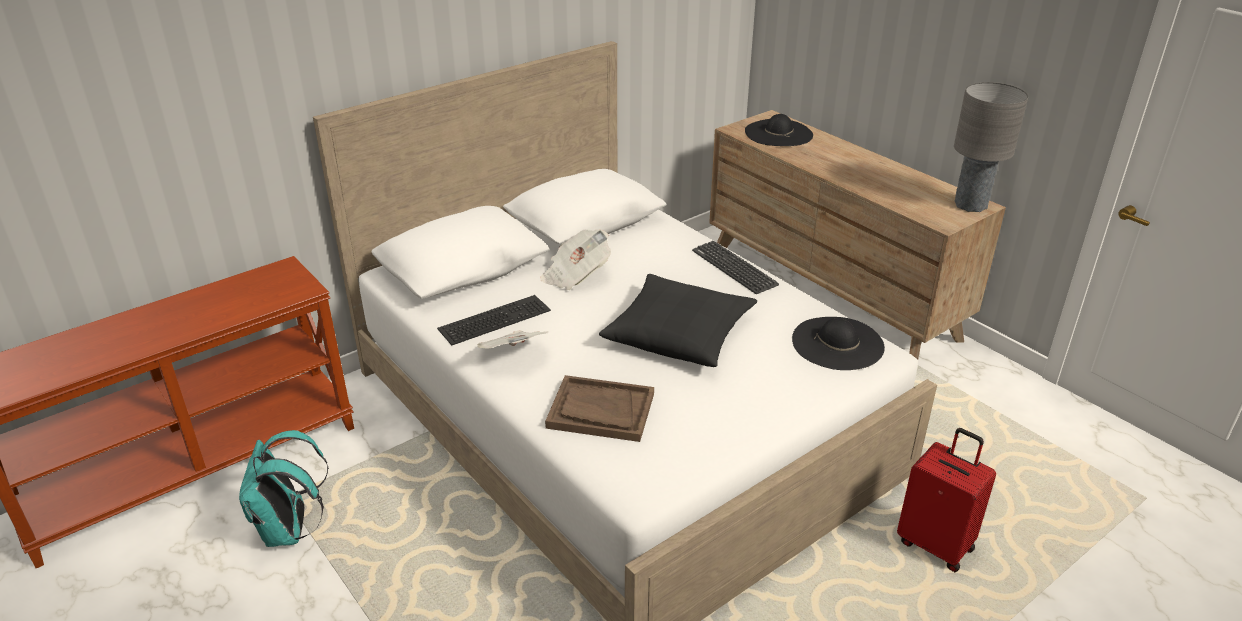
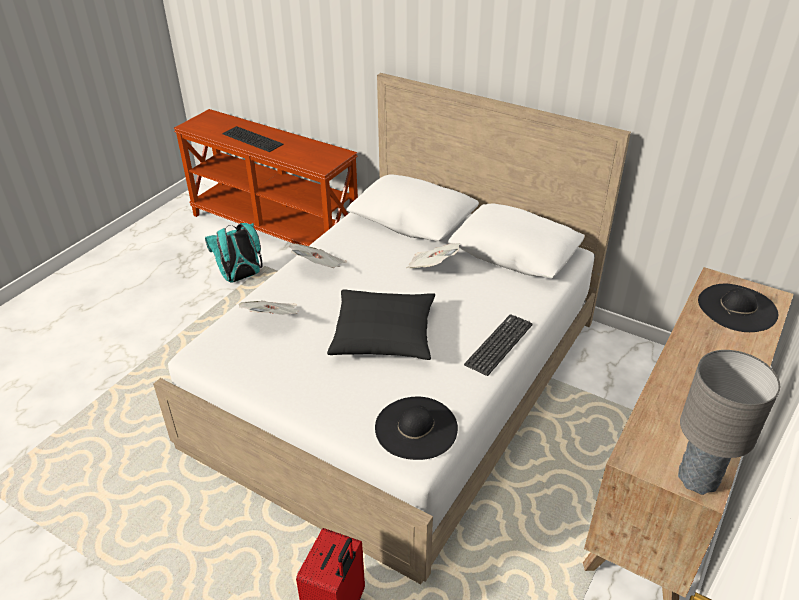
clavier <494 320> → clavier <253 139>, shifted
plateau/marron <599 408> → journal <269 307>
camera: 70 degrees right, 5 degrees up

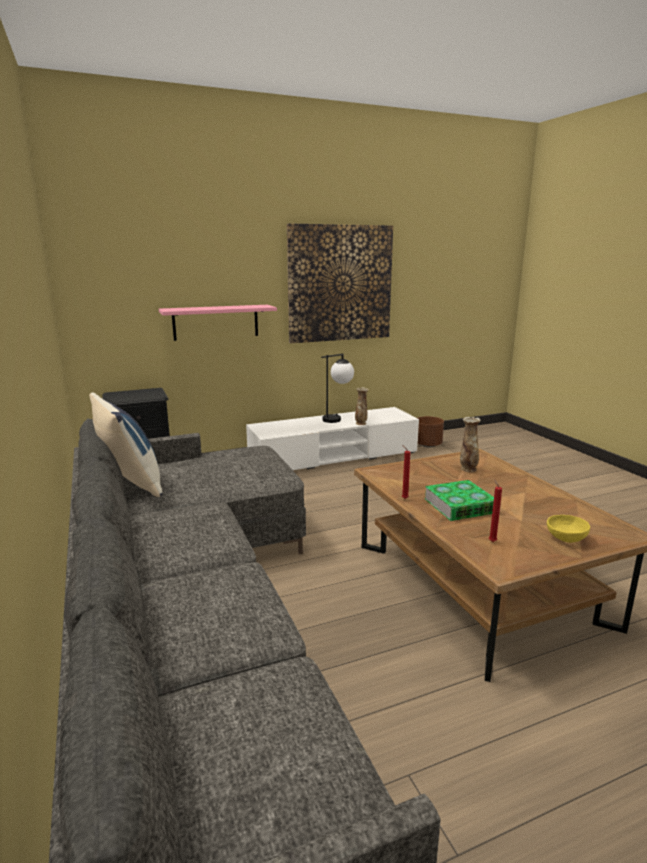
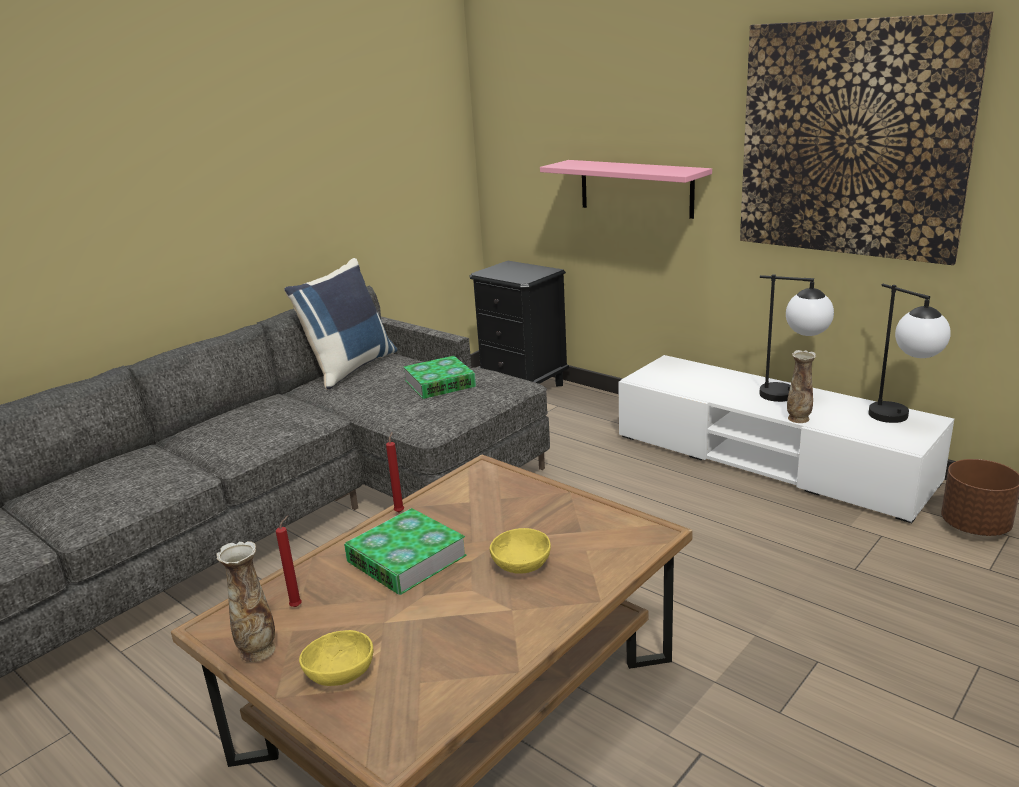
- → livre <439 377>
- → bol/jaune <520 551>
- → lampe de table <909 353>
vase <470 444> → vase <246 601>, shifted
camera: 65 degrees right, 5 degrees up

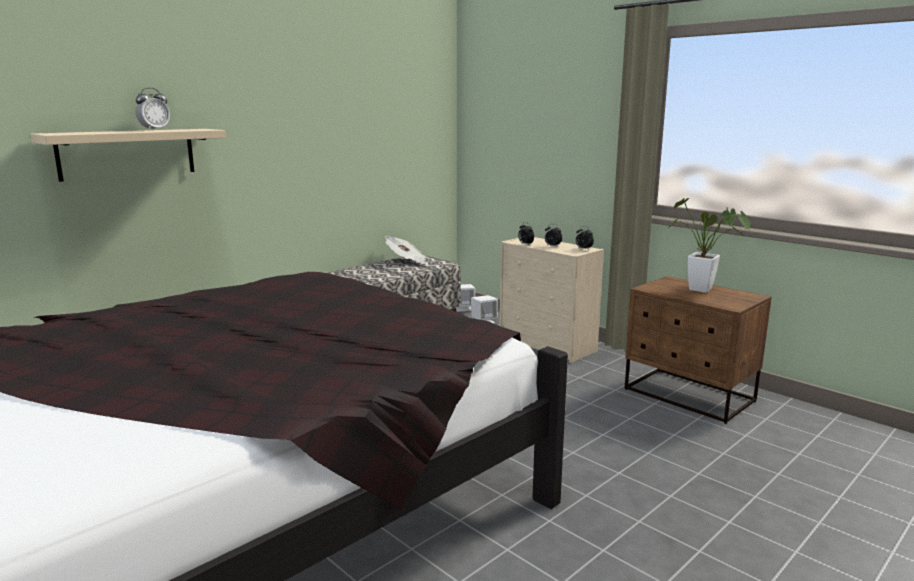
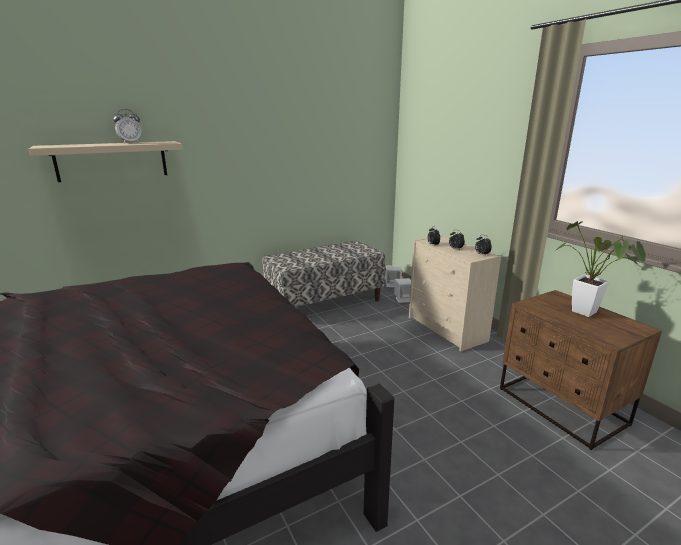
journal <405 250> → -
camera: 15 degrees right, 5 degrees up

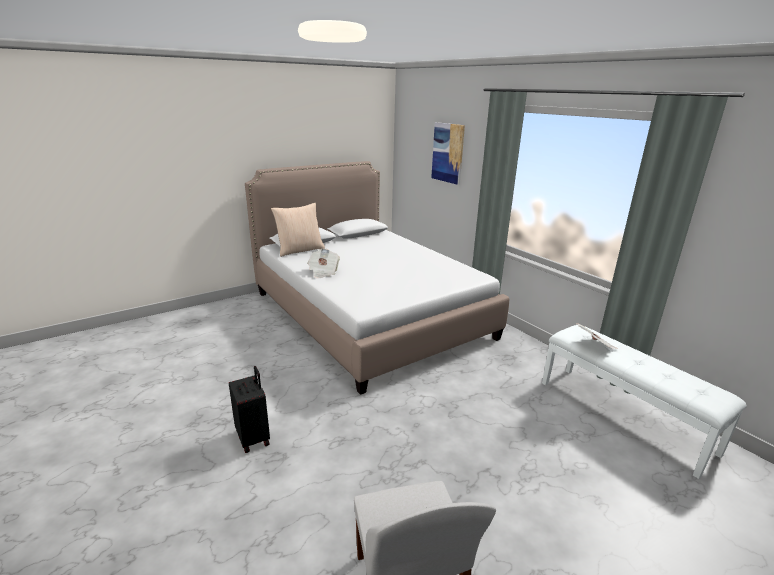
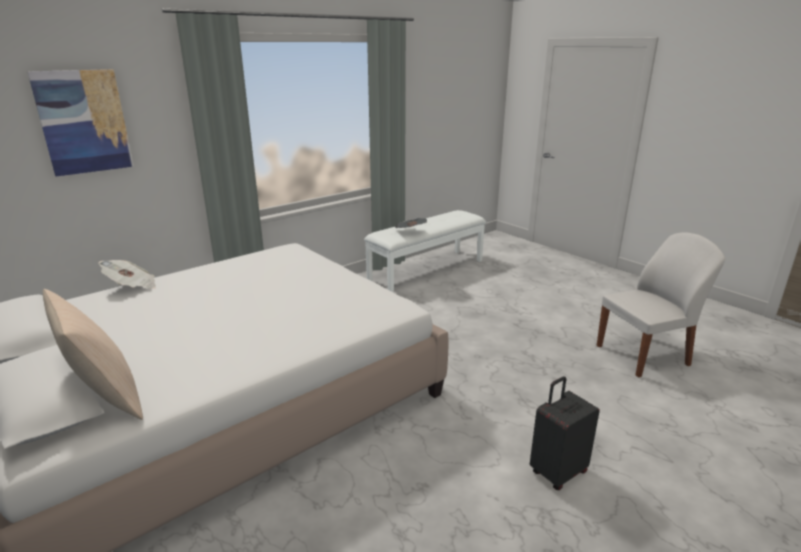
journal <323 263> → journal <127 274>, shifted
camera: 95 degrees left, 0 degrees up

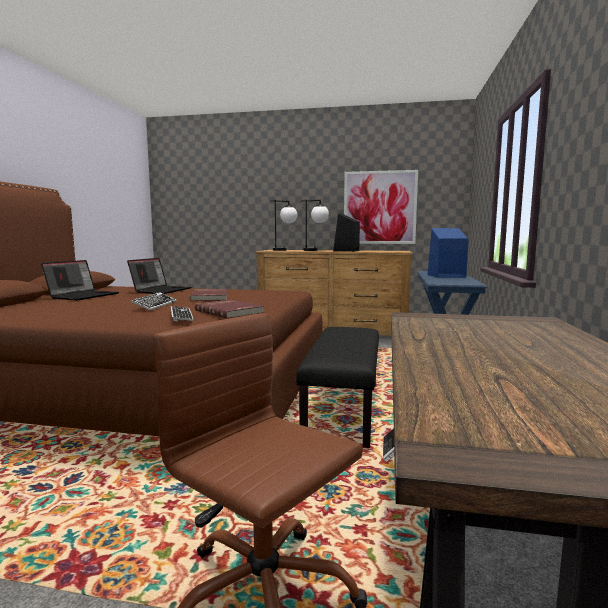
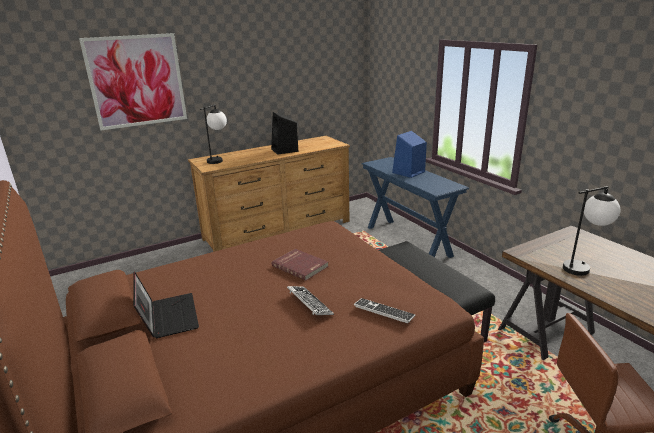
ordinateur portable <159 276> → -
livre/rouge <229 309> → -
lampe de table <315 225> → lampe de table <591 231>, shifted
tableau <381 207> → tableau <133 81>, shifted
camera: 40 degrees left, 15 degrees up

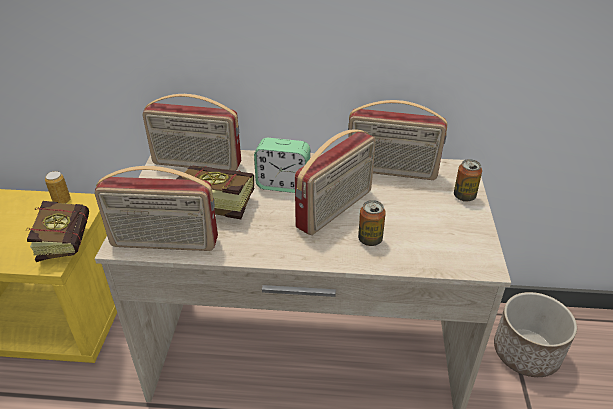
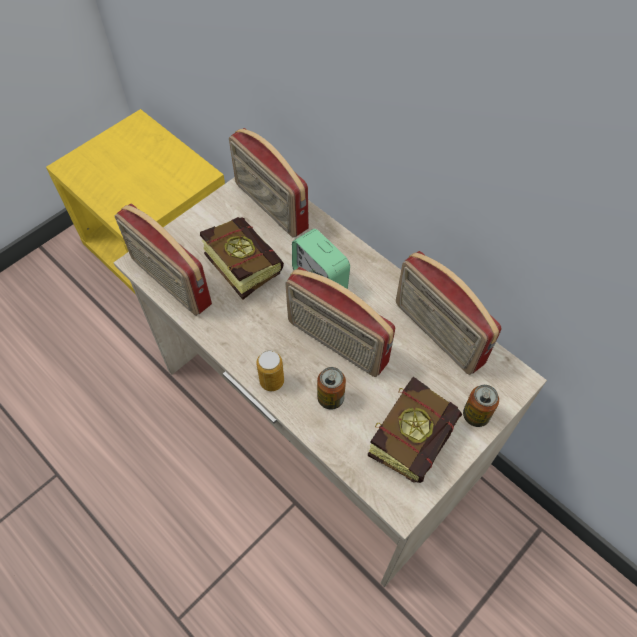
cache-pot <535 334> → -
livre <57 231> → livre <415 430>, shifted
boîte métallique <58 187> → boîte métallique <270 370>, shifted
radio <335 182> → radio <340 322>, 45 degrees clockwise
camera: 40 degrees right, 20 degrees up

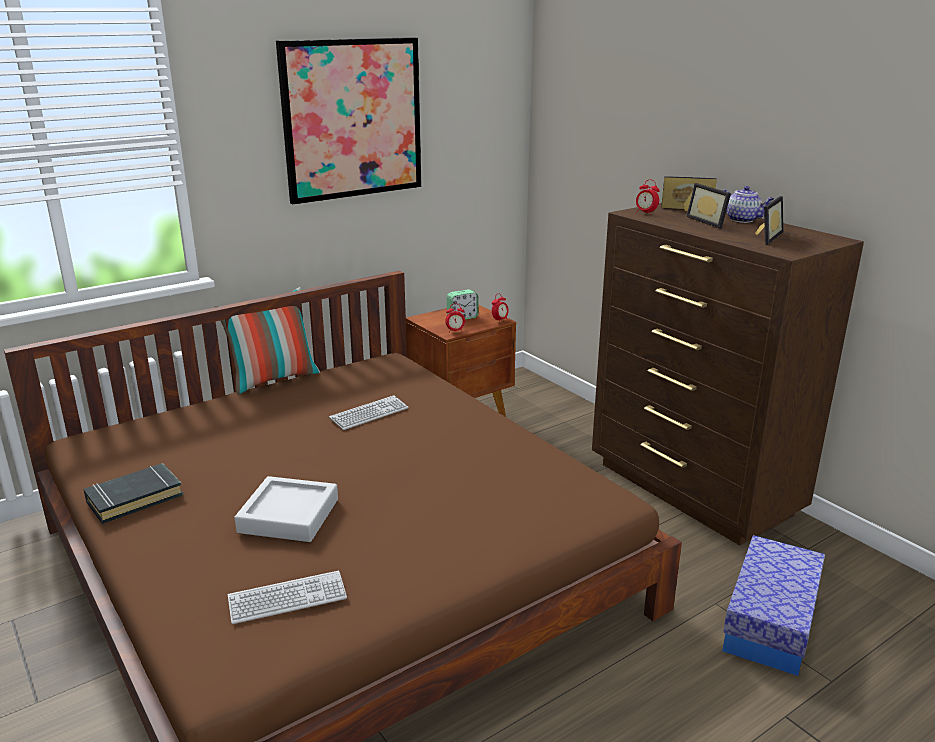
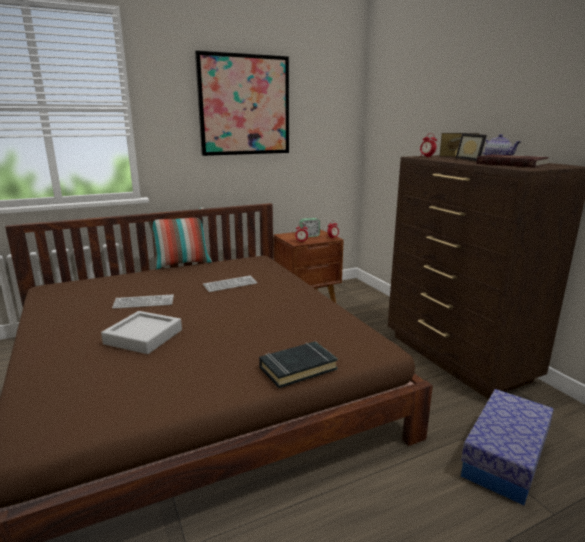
livre/noir <133 493> → livre/noir <298 364>, shifted
clavier <287 597> → clavier <143 301>, shifted
cadre photo <769 220> → livre/rouge <513 161>
camera: 10 degrees right, 5 degrees down

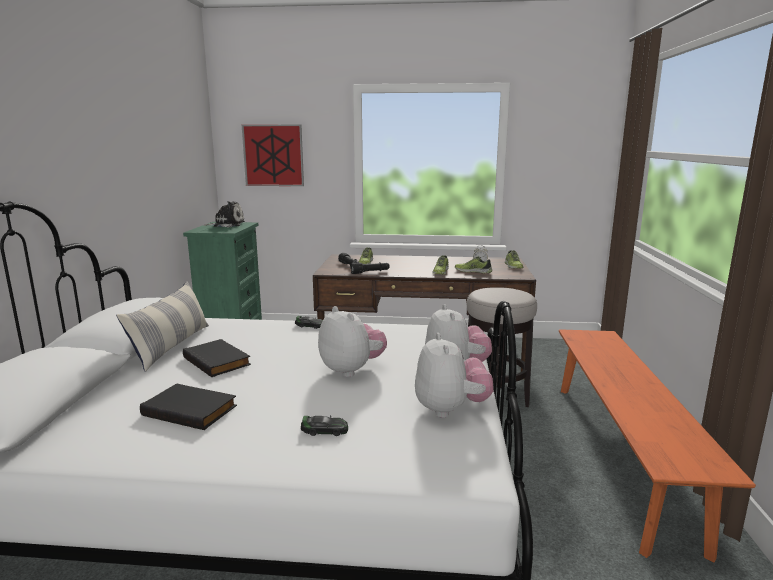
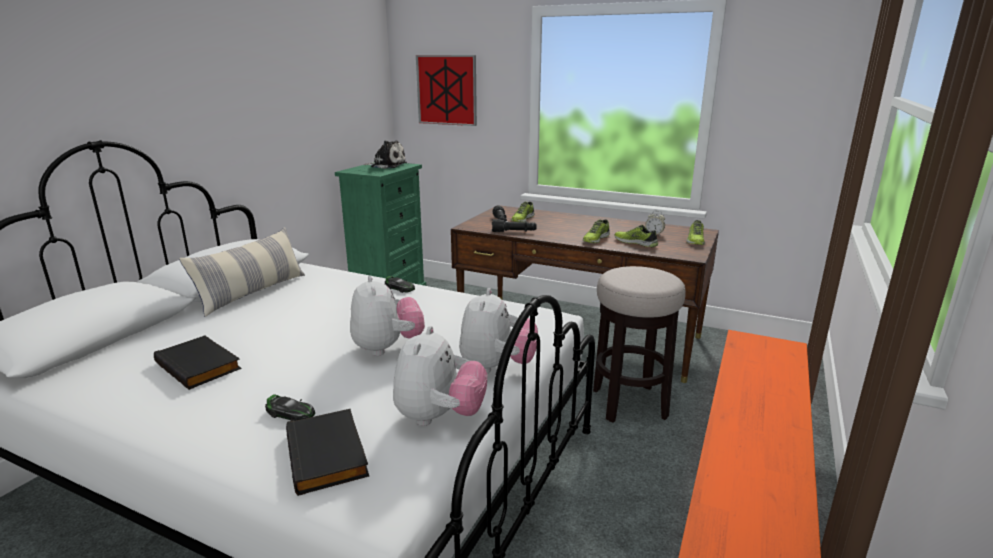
livre/noir <217 358> → livre/noir <327 452>, shifted
camera: 20 degrees right, 5 degrees up

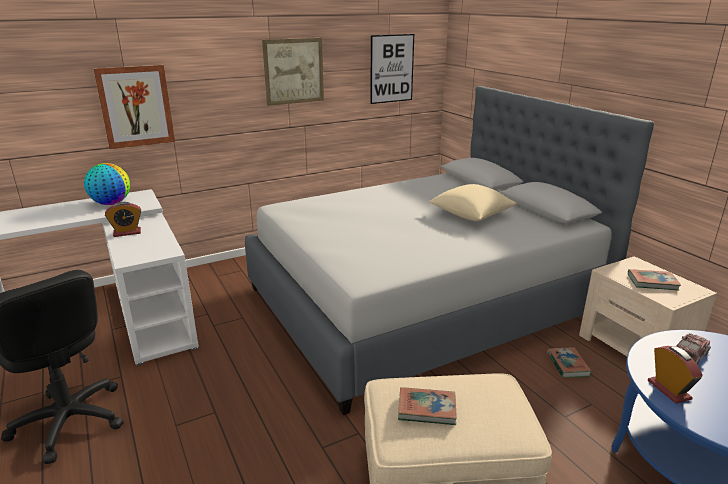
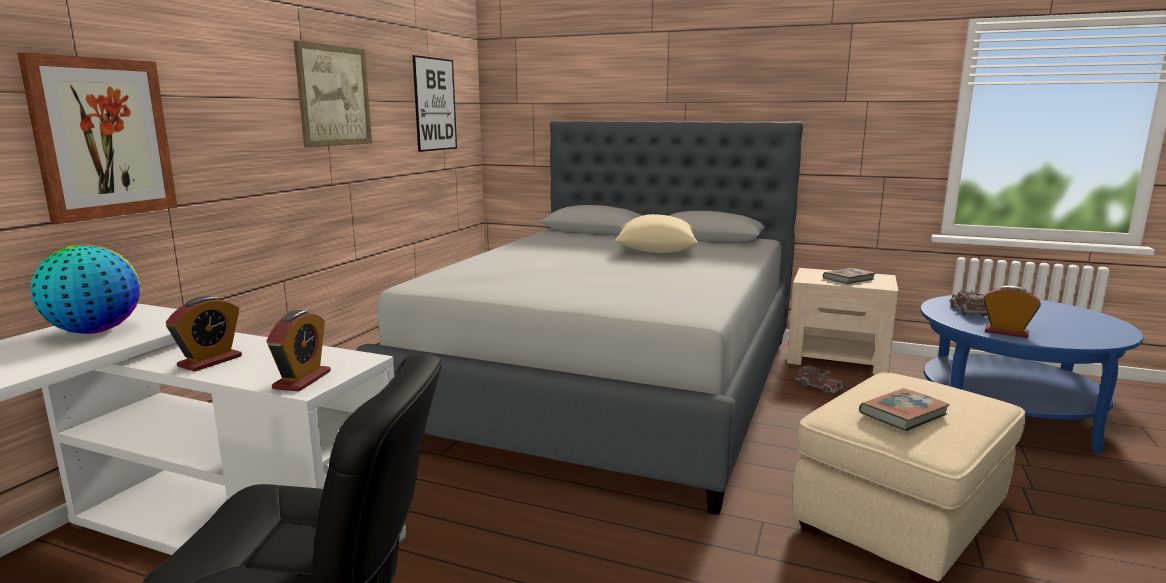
- → réveil <298 351>
livre <569 363> → camion jouet <819 379>
camera: 40 degrees left, 10 degrees down

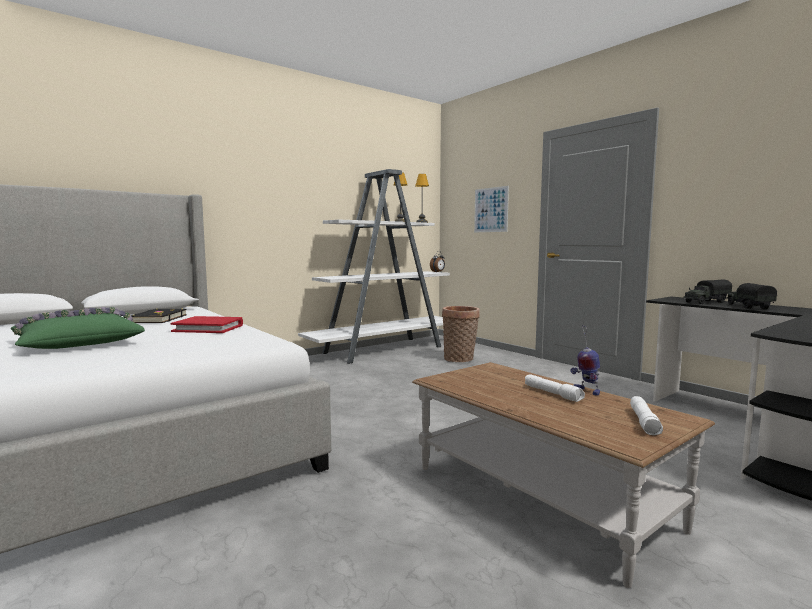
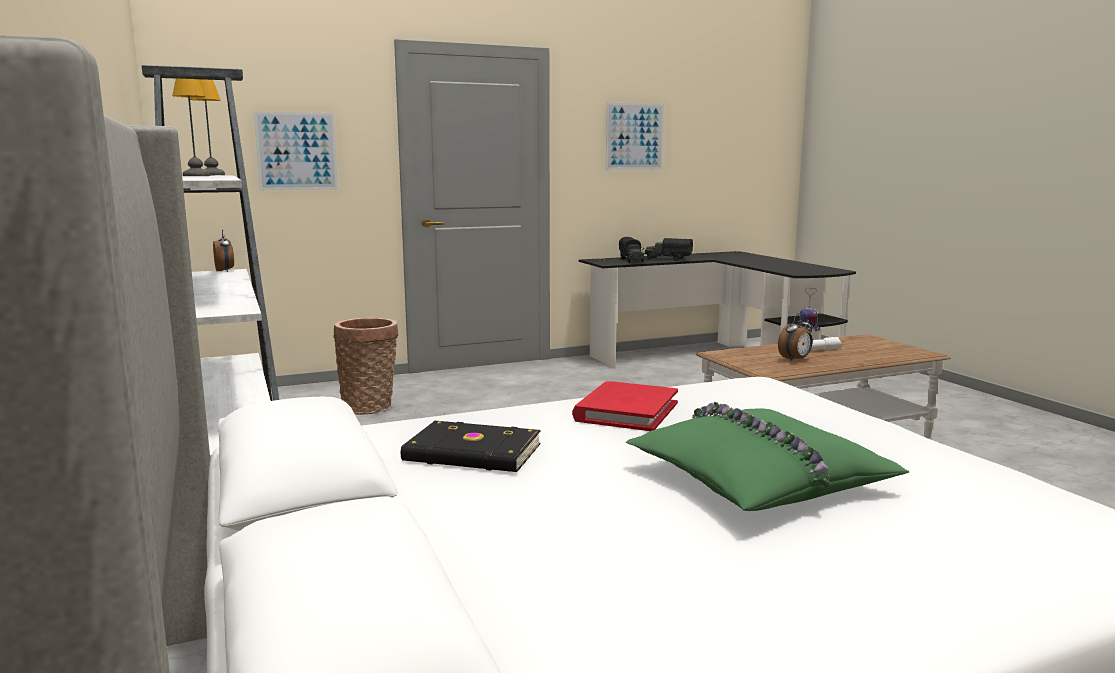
lampe de poche/blanc <646 415> → -
- → tableau <635 136>
- → réveil <795 337>
camera: 75 degrees left, 5 degrees up

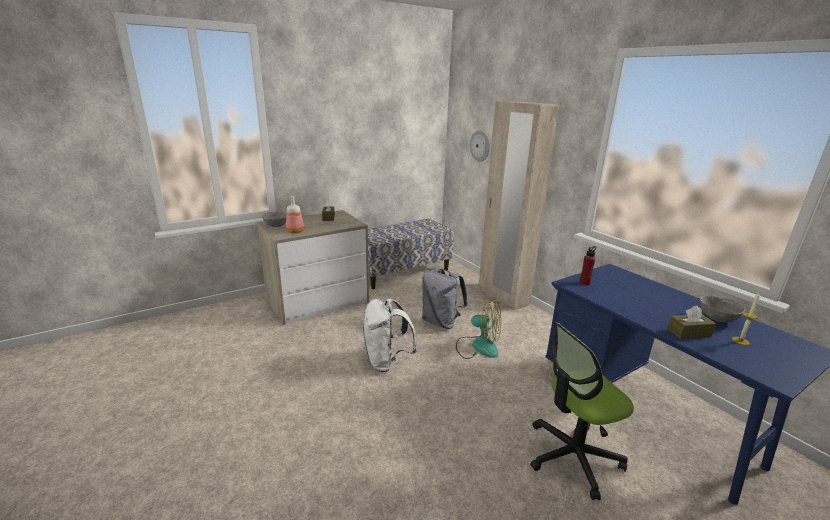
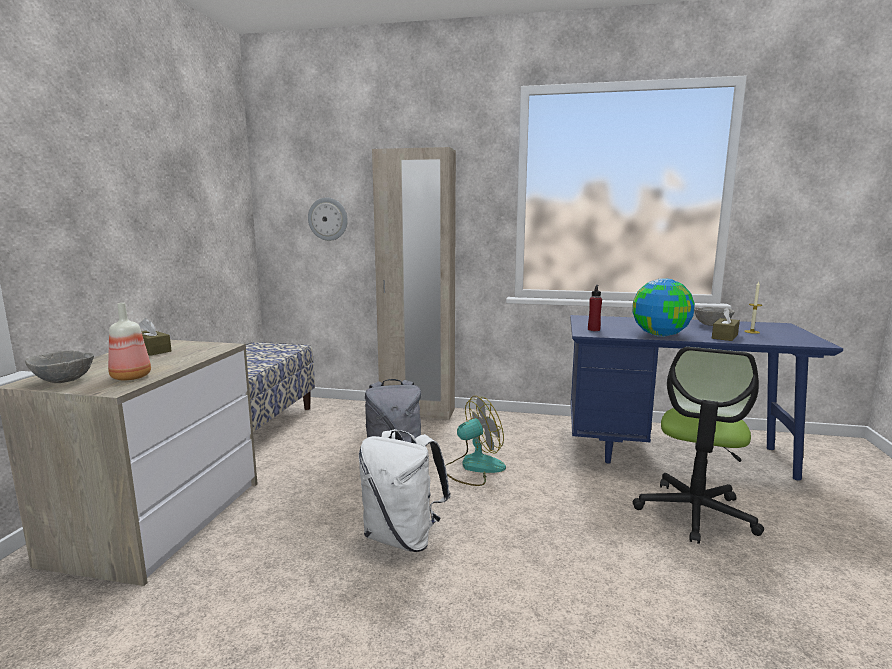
- → globe <663 307>
camera: 45 degrees left, 10 degrees down

